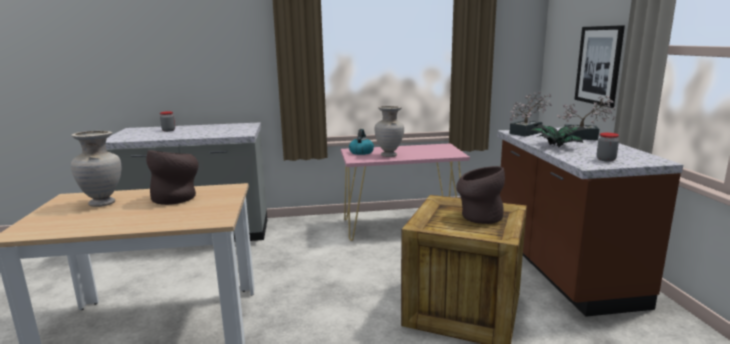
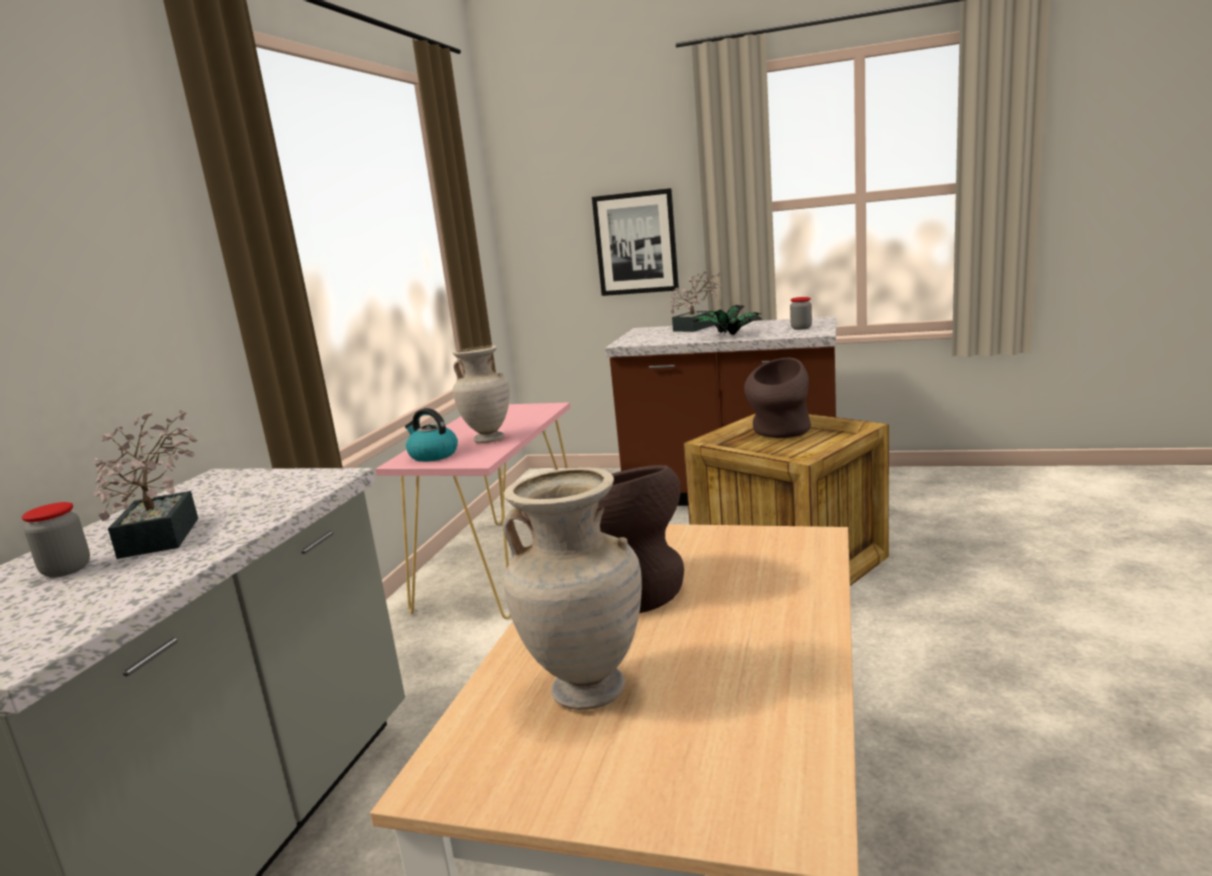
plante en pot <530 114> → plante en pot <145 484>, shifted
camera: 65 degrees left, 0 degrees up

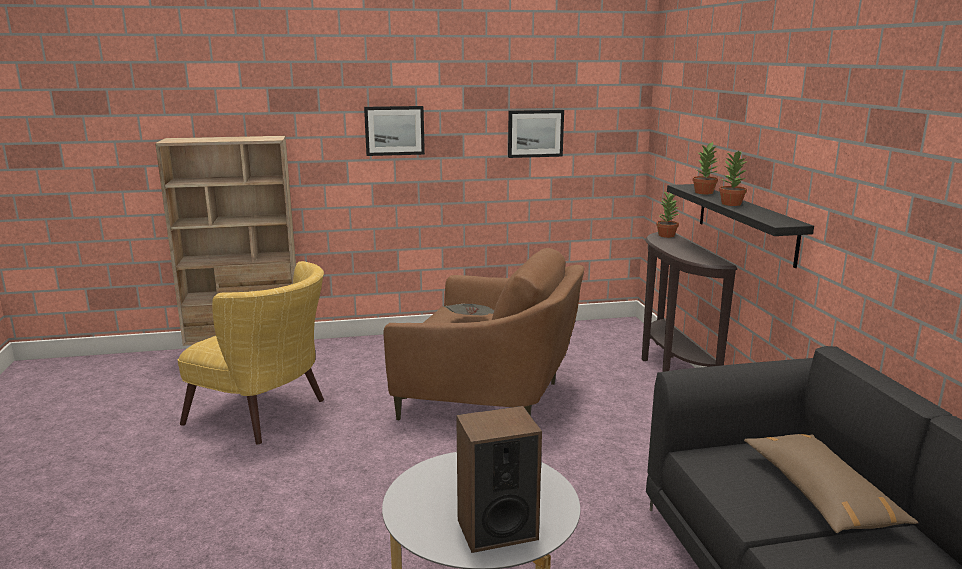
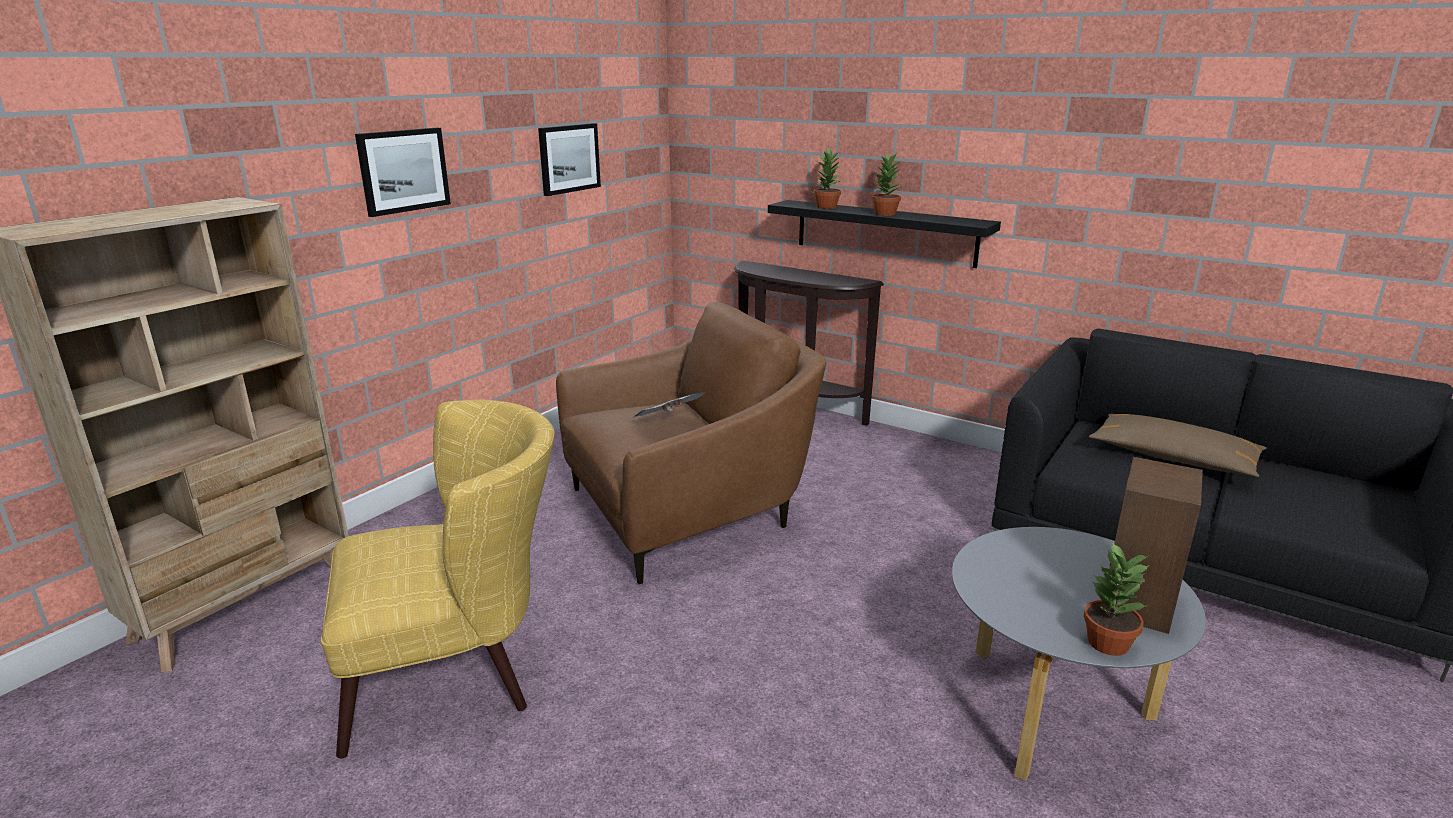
plante en pot <667 215> → plante en pot <1116 598>, shifted
camera: 45 degrees left, 5 degrees up

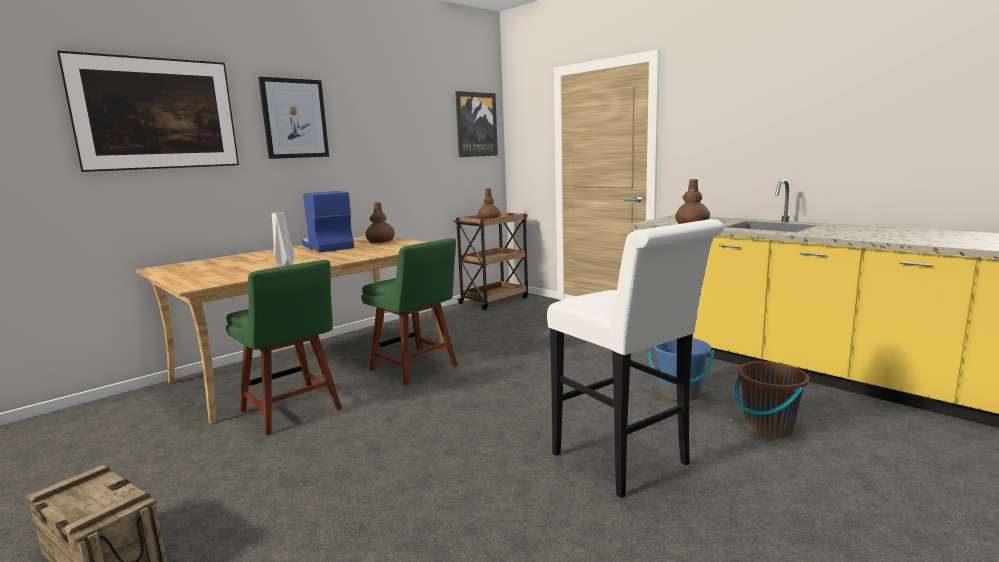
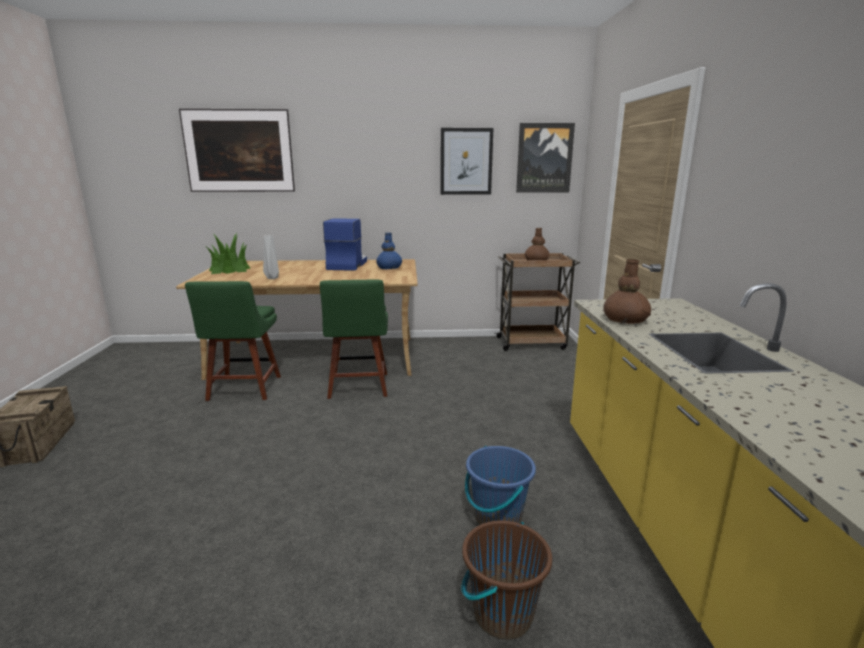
tabouret/blanc <635 358> → -
- → plante en pot <228 253>
tableau <293 118> → tableau <466 161>, shifted
vase/marron <380 222> → vase/bleu <389 251>
camera: 40 degrees right, 5 degrees up

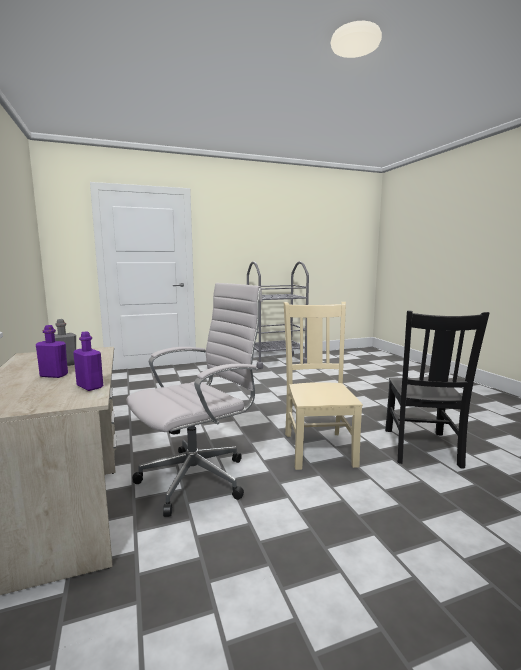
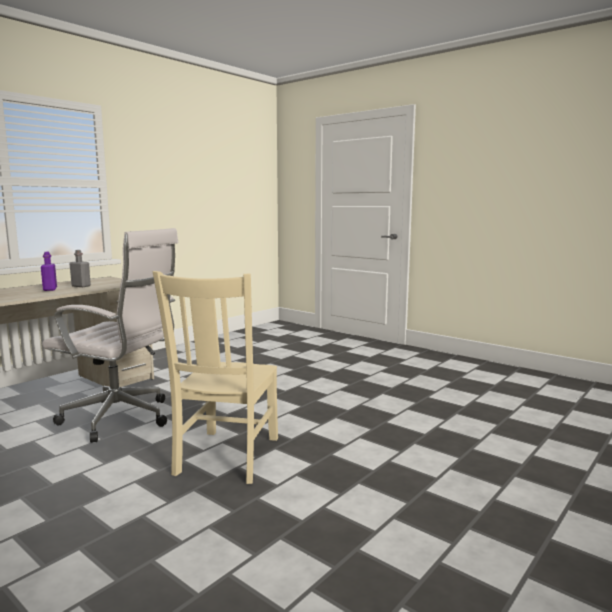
bouteille/violet <88 361> → -
chariot/gris <278 315> → -
chaise/noir <437 390> → -
chaise/beige <323 386> → chaise/beige <215 377>, 135 degrees clockwise
camera: 60 degrees right, 0 degrees up

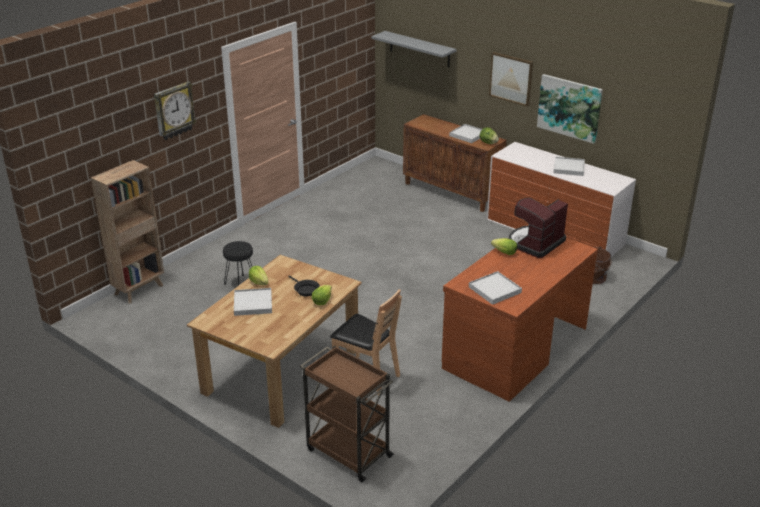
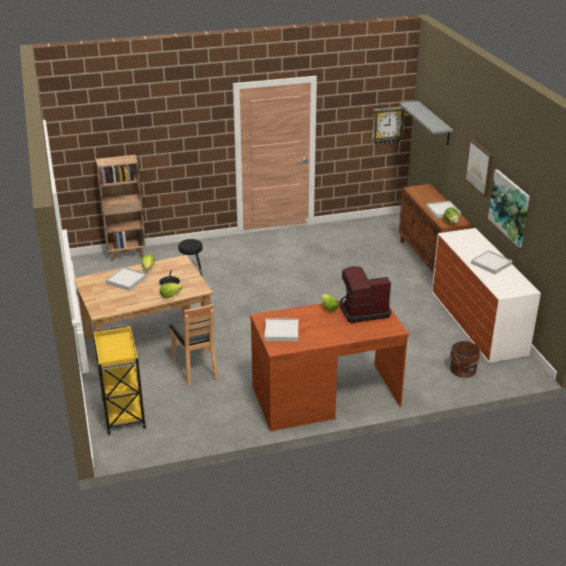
horloge murale <175 110> → horloge murale <388 126>, shifted
chariot/marron <347 413> → chariot/jaune <119 380>
camera: 35 degrees right, 0 degrees up

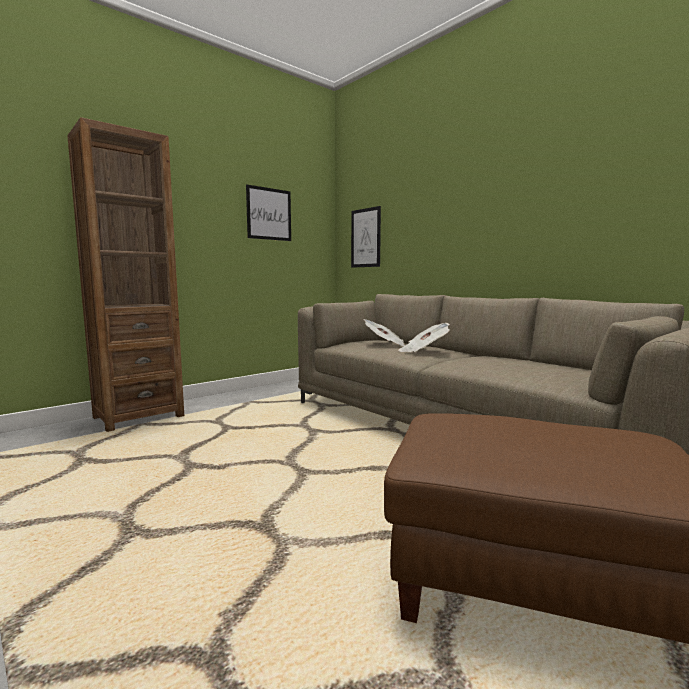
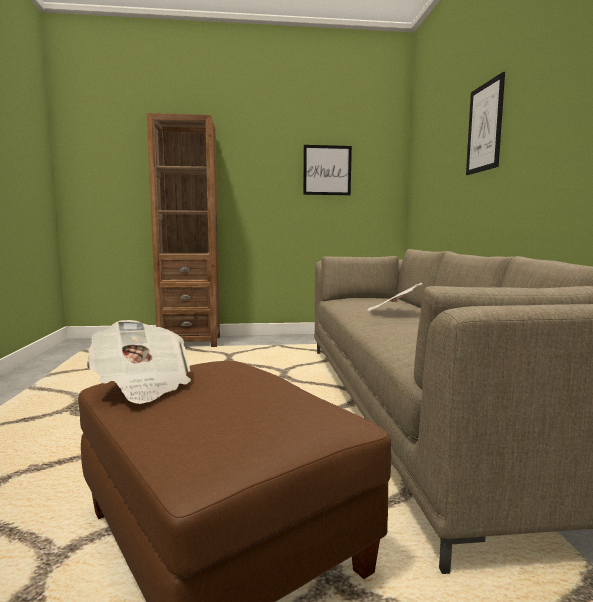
tableau <366 237> → tableau <485 123>, shifted
journal <384 332> → journal <138 362>, shifted
camera: 35 degrees right, 0 degrees up

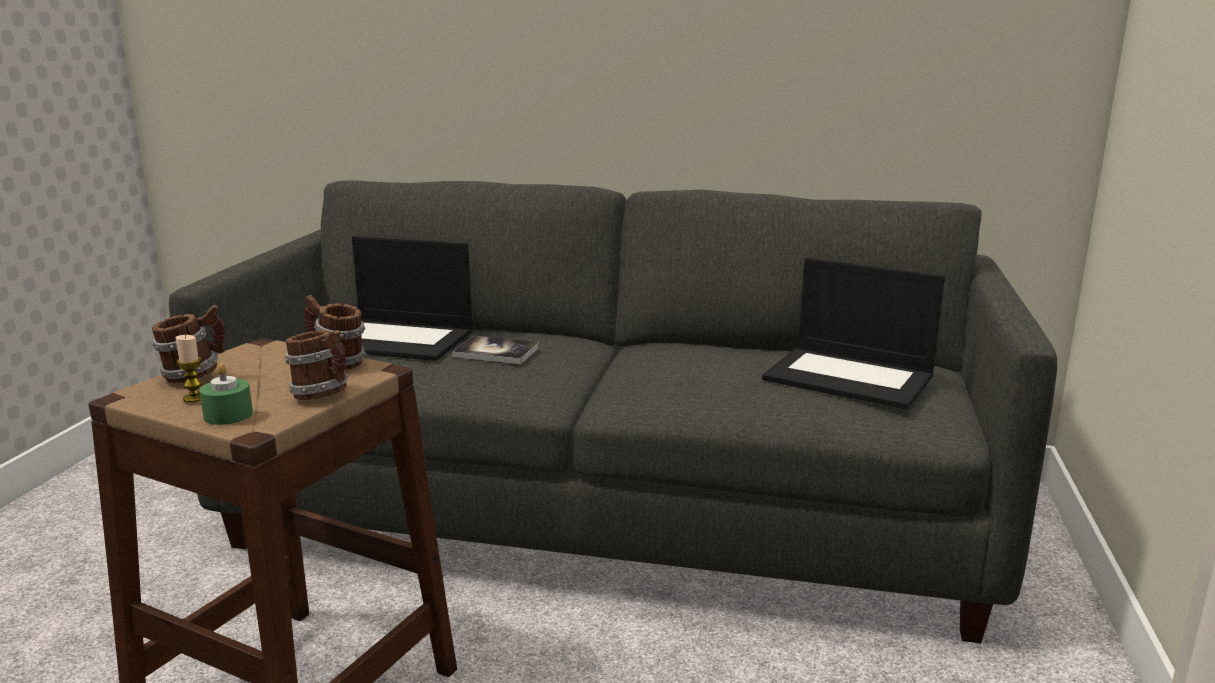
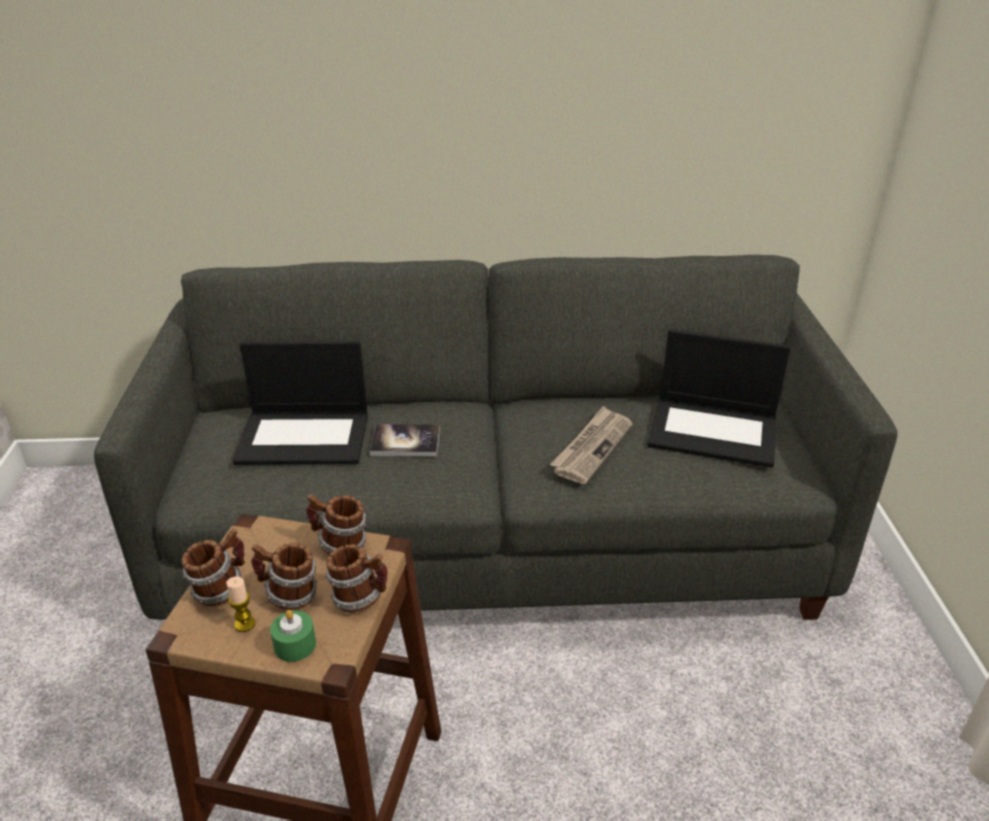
- → mug <284 576>
- → journal <591 445>
camera: 15 degrees left, 15 degrees up

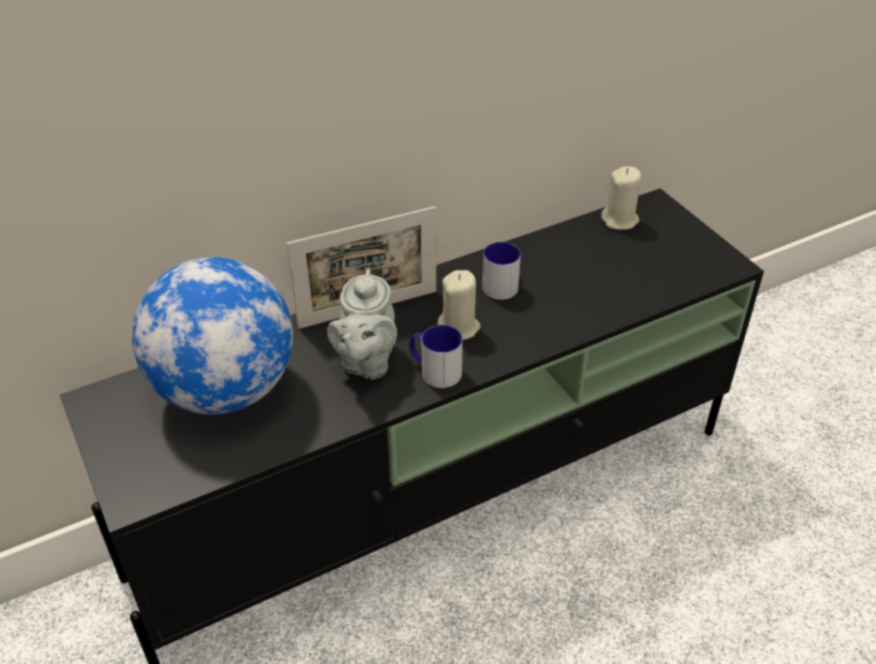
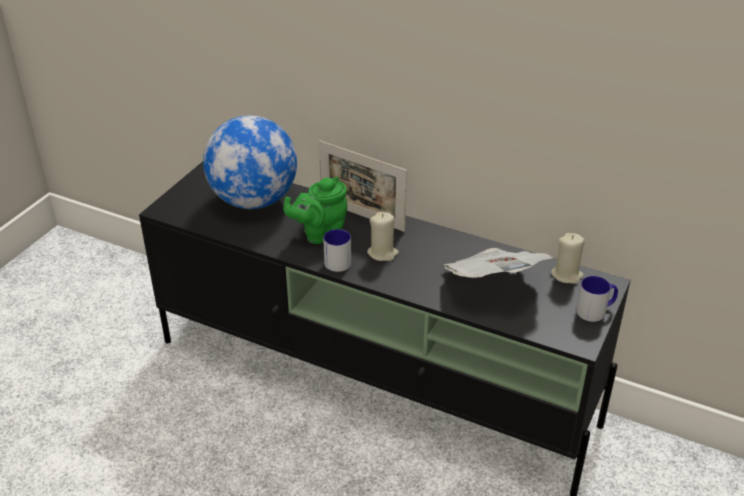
- → journal <498 263>
mug <501 271> → mug <597 299>, shifted
théière/gris <362 324> → théière/vert <315 210>
camera: 55 degrees right, 5 degrees down

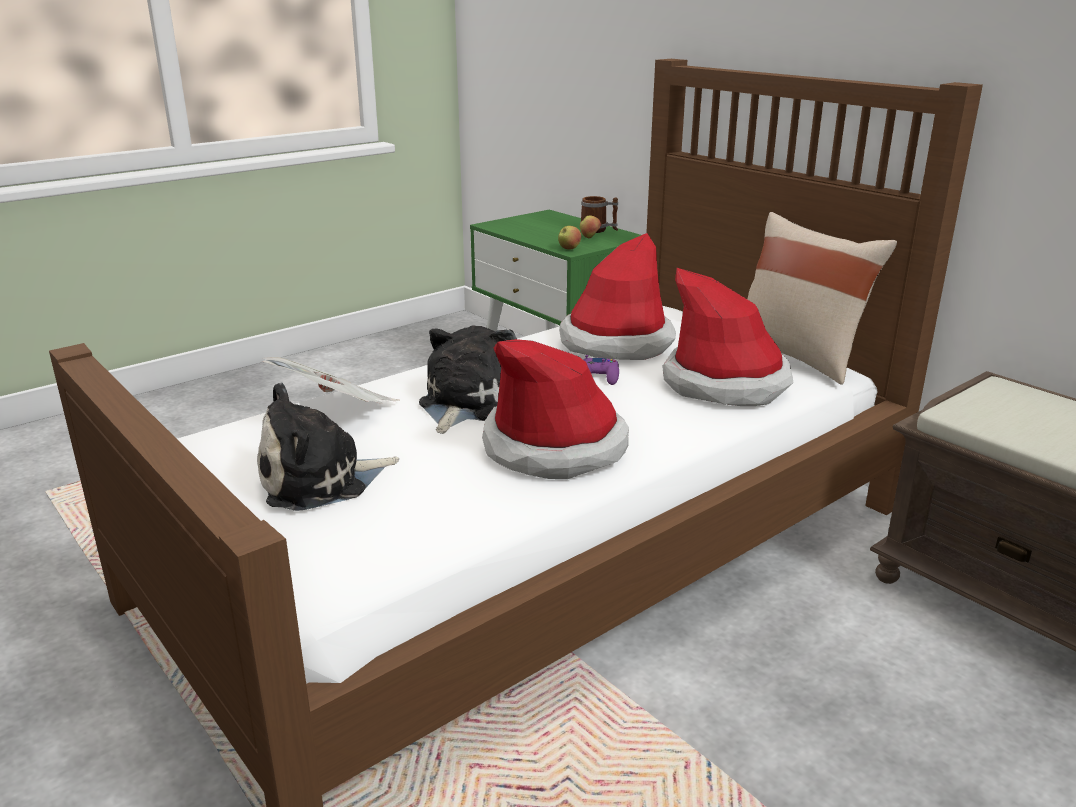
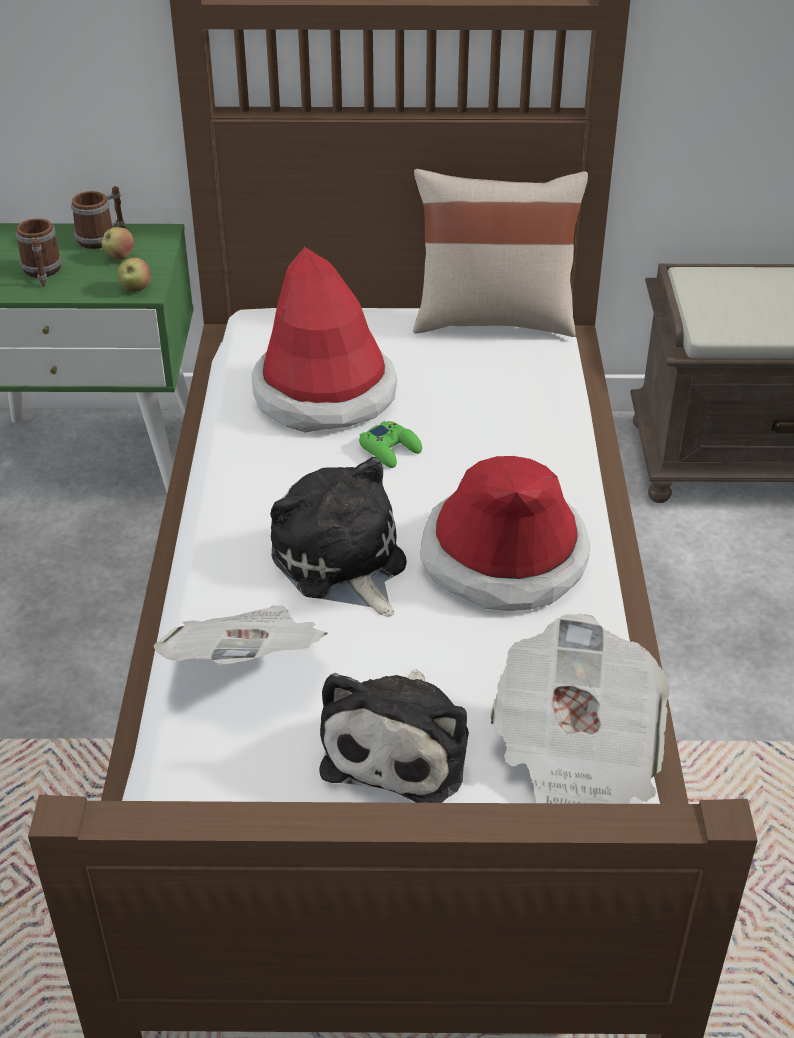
chapeau <728 337> → -
- → mug <39 252>
- → journal <580 709>
manette/violet <601 370> → manette/vert <390 444>
camera: 50 degrees left, 15 degrees up

